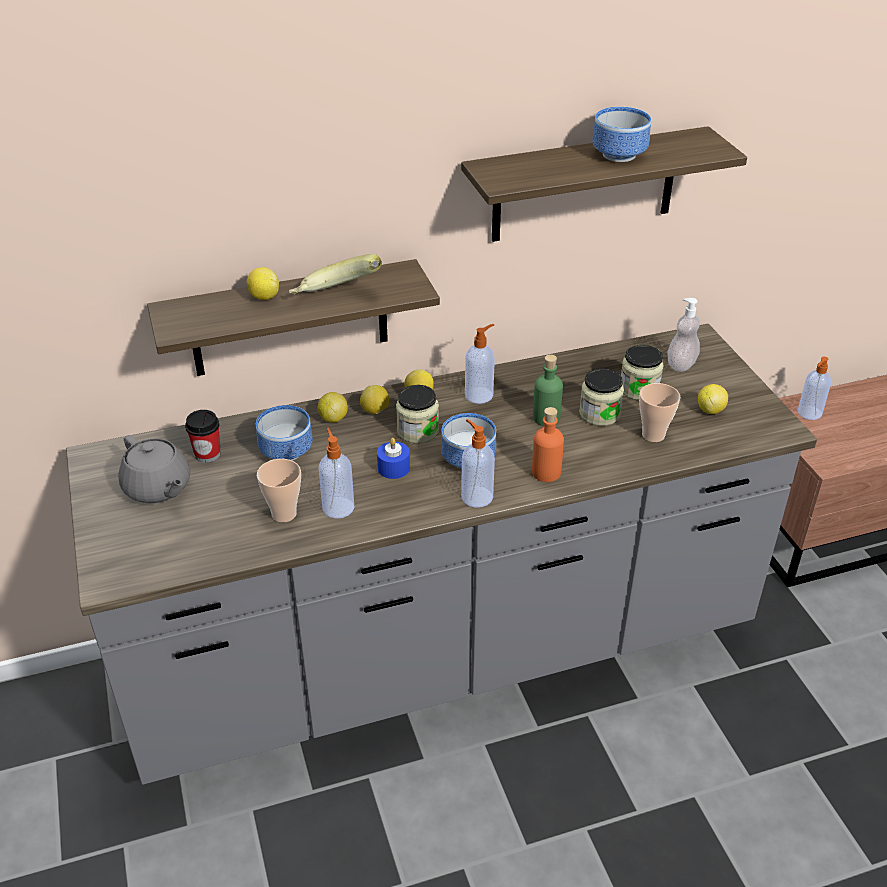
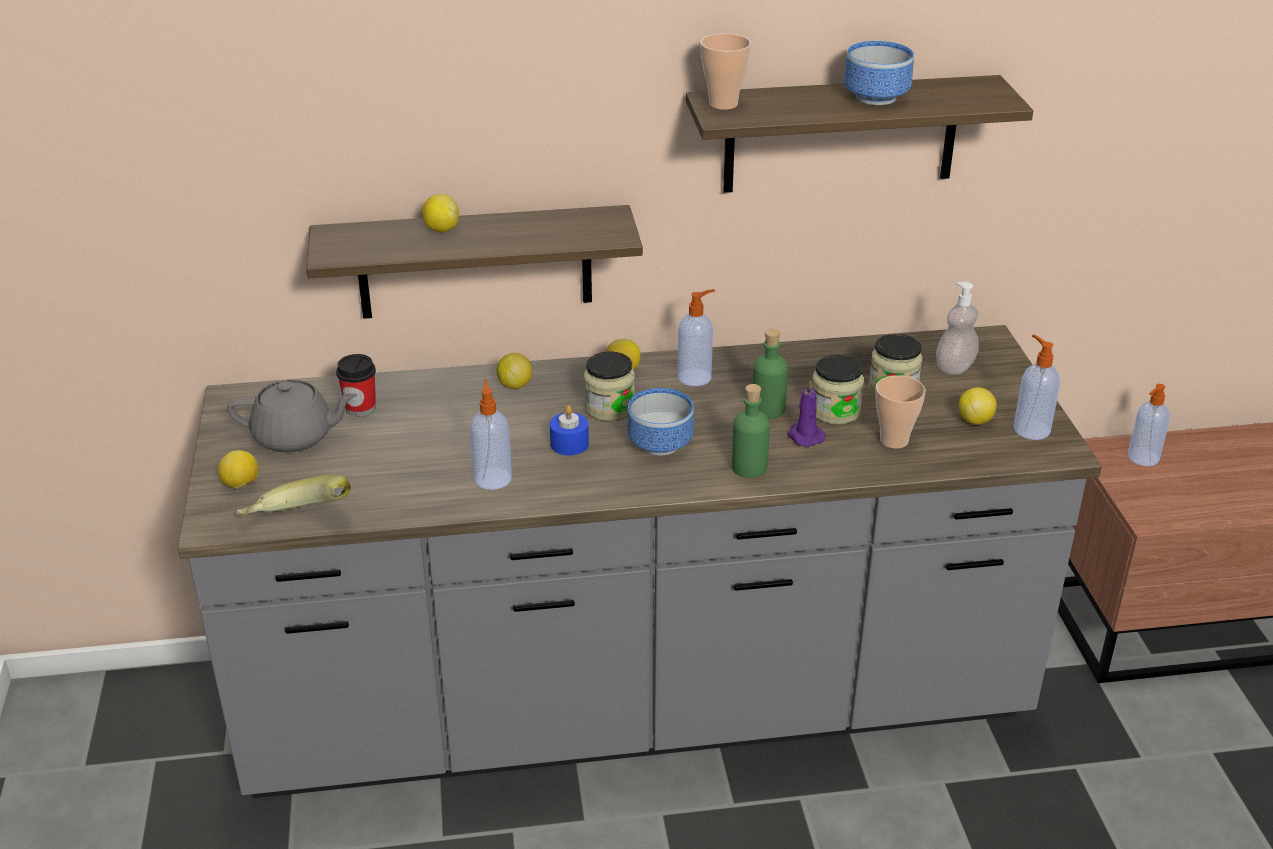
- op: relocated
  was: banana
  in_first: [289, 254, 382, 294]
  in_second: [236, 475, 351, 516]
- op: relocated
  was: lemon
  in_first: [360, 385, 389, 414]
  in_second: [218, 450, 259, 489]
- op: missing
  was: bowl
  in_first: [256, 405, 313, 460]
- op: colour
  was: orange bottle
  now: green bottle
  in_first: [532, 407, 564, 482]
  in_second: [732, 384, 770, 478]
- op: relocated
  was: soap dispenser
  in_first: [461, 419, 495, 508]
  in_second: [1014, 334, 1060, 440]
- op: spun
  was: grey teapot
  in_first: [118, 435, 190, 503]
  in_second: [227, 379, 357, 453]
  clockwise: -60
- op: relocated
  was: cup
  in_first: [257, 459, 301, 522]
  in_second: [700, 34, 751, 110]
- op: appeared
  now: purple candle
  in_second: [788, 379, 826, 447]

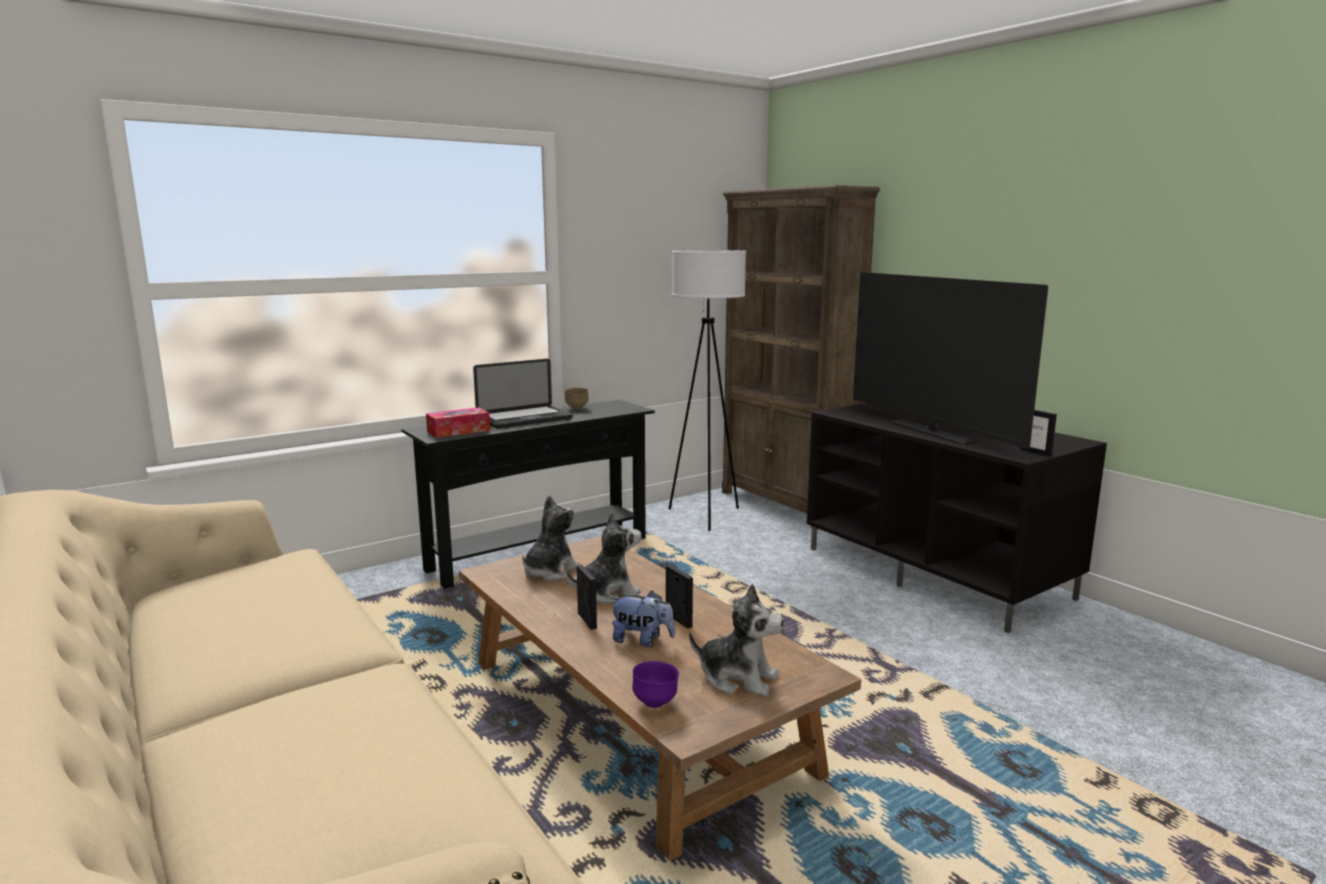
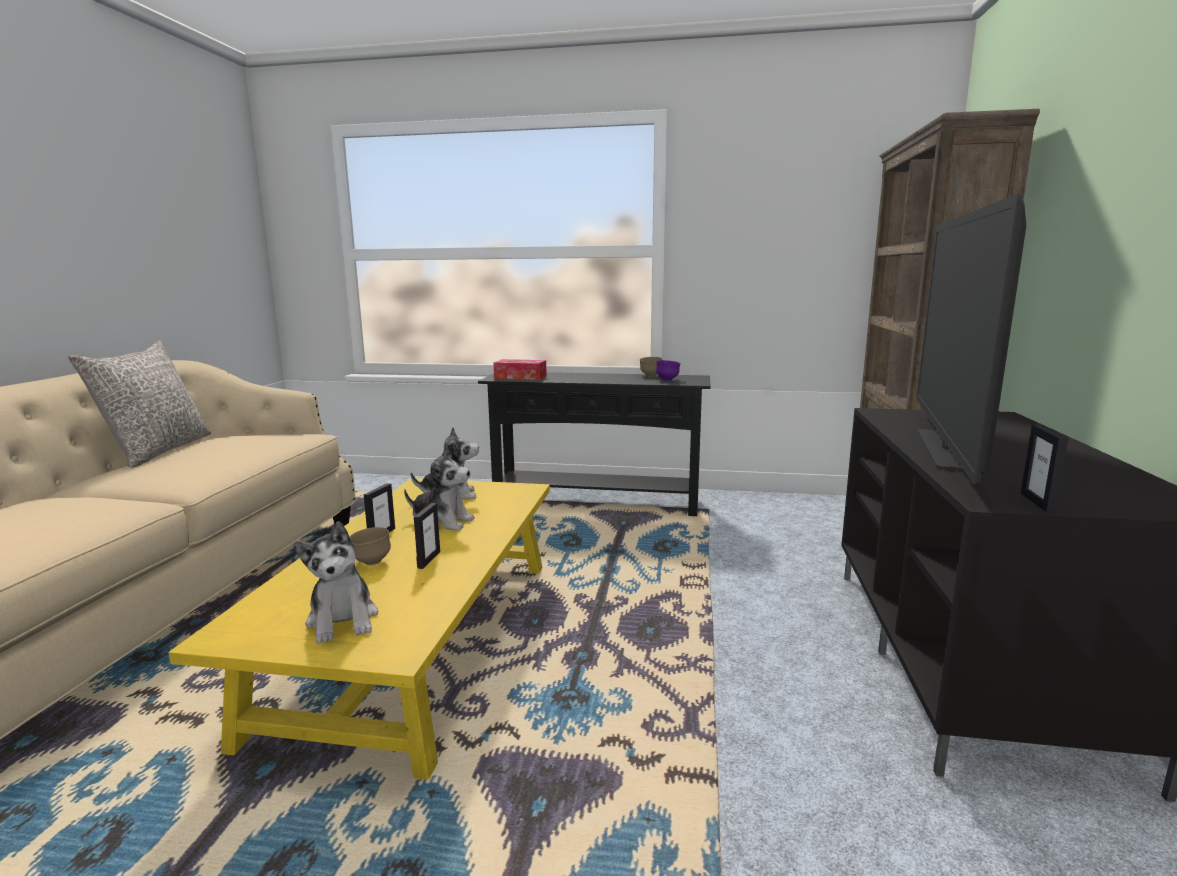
- op: missing
  was: white floor lamp
  in_first: [669, 250, 746, 531]
- op: missing
  was: laptop
  in_first: [473, 359, 573, 429]
- op: colour
  was: brown coffee table
  now: yellow coffee table
  in_first: [459, 536, 861, 860]
  in_second: [169, 478, 550, 780]
- op: exchanged
  was: plush toy
  now: brown bowl
  in_first: [611, 591, 675, 647]
  in_second: [350, 527, 391, 565]
- op: relocated
  was: purple bowl
  in_first: [632, 661, 679, 708]
  in_second: [656, 360, 681, 381]
- op: appeared
  now: grey pillow
  in_second: [68, 341, 211, 468]

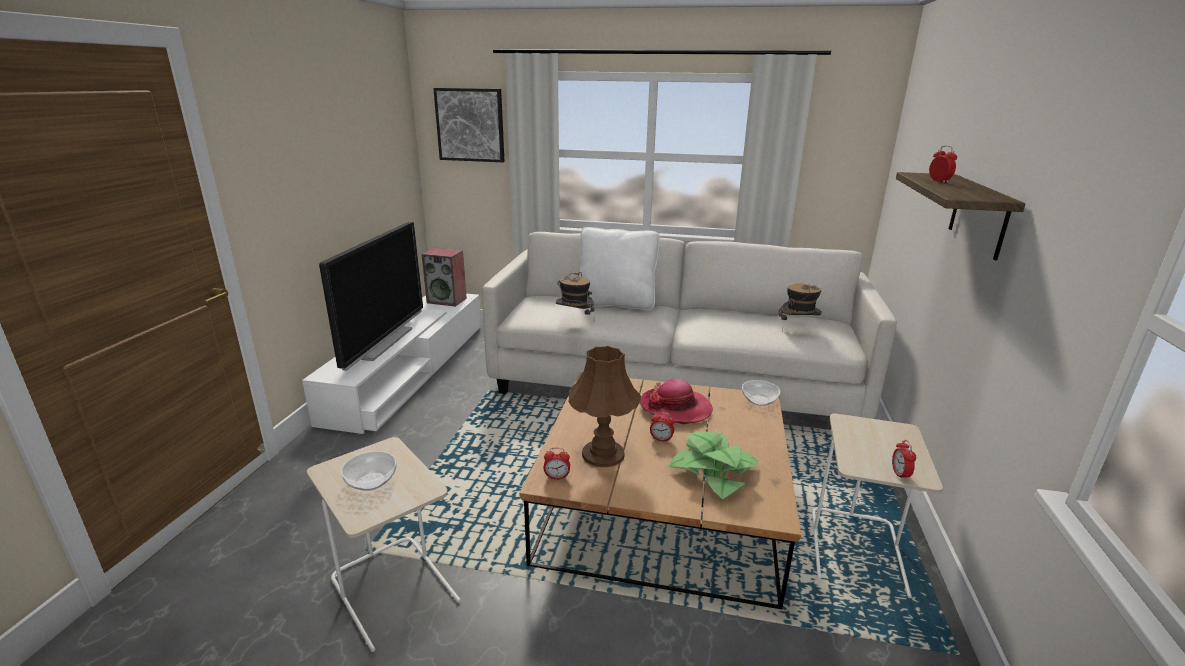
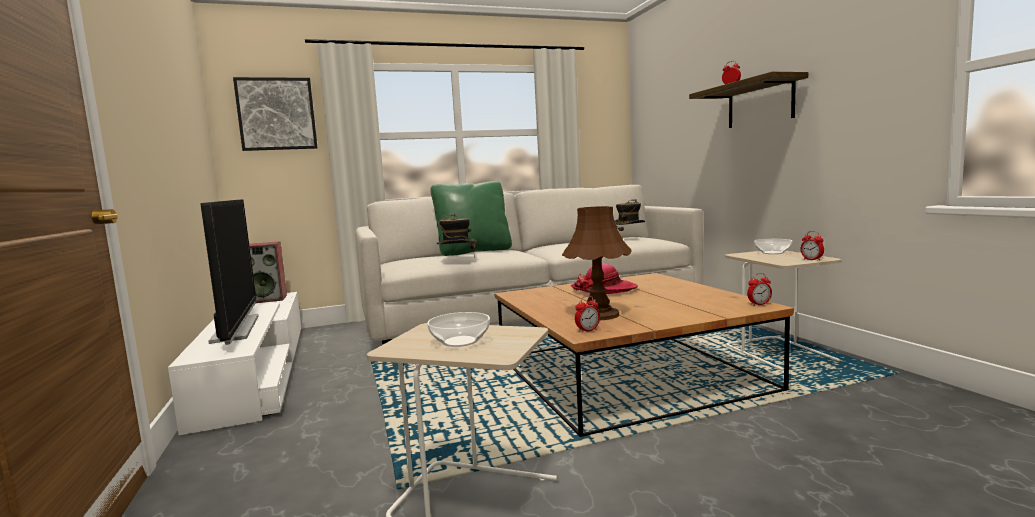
- op: colour
  was: white pillow
  now: green pillow
  in_first: [579, 227, 660, 310]
  in_second: [430, 181, 512, 256]
- op: relocated
  was: bowl
  in_first: [742, 380, 780, 406]
  in_second: [754, 239, 792, 254]
- op: relocated
  was: alarm clock
  in_first: [650, 412, 674, 442]
  in_second: [747, 273, 772, 306]
- op: missing
  was: potted plant
  in_first: [668, 432, 758, 499]

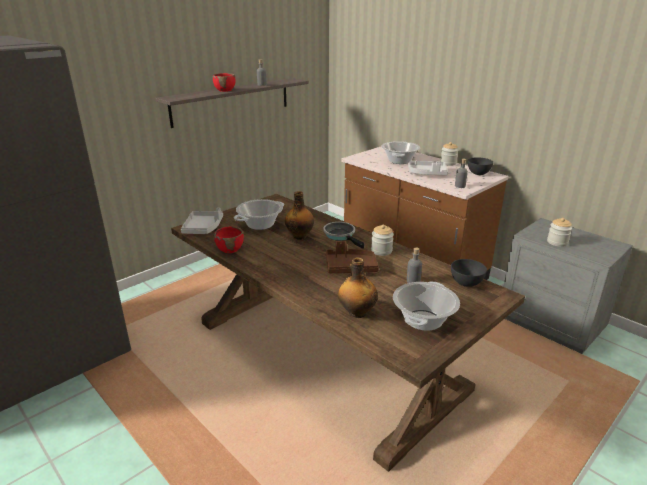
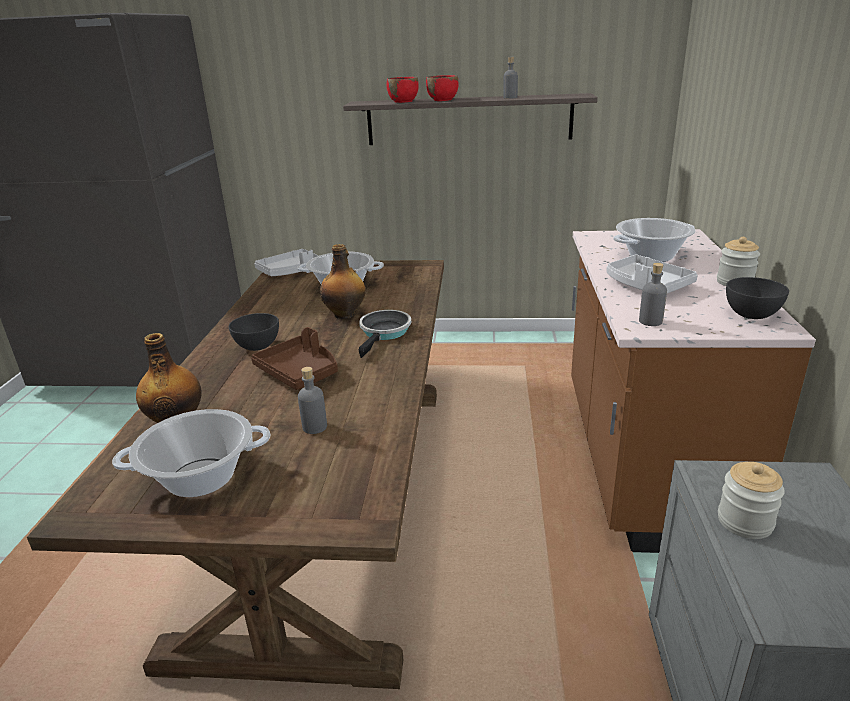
- op: missing
  was: jar
  in_first: [371, 225, 394, 256]
- op: relocated
  was: red bowl
  in_first: [214, 226, 244, 253]
  in_second: [386, 77, 419, 103]
- op: relocated
  was: grey bowl
  in_first: [451, 259, 487, 287]
  in_second: [229, 313, 279, 351]

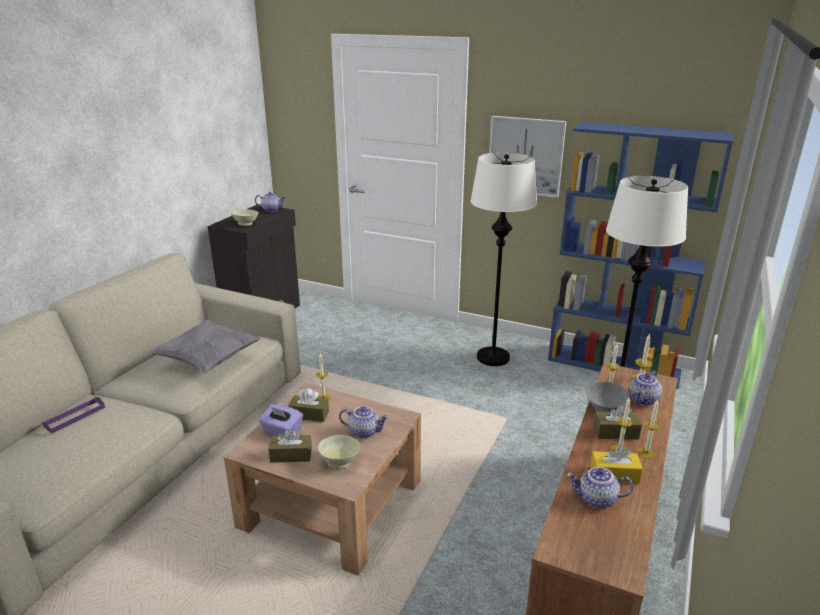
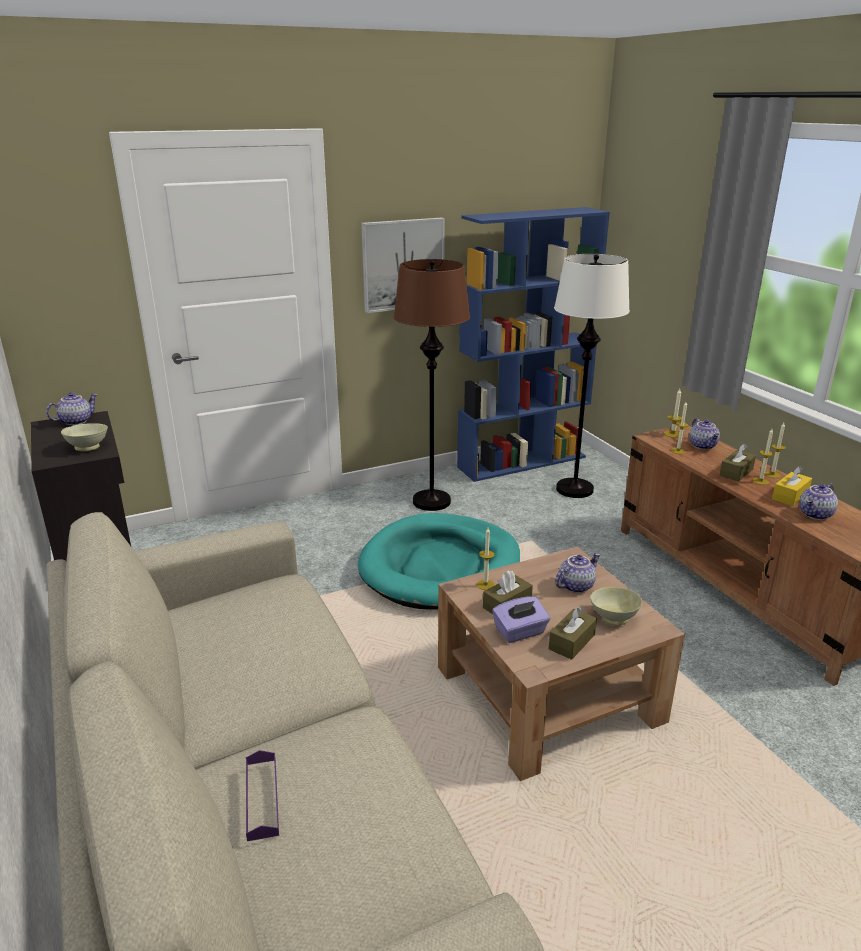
- op: colour
  was: white floor lamp
  now: brown floor lamp
  in_first: [470, 152, 537, 366]
  in_second: [393, 259, 470, 511]
- op: missing
  was: grey pillow
  in_first: [150, 320, 261, 373]
- op: missing
  was: grey bowl
  in_first: [586, 381, 629, 412]
- op: appeared
  now: turquoise dog bed
  in_second: [358, 513, 520, 610]

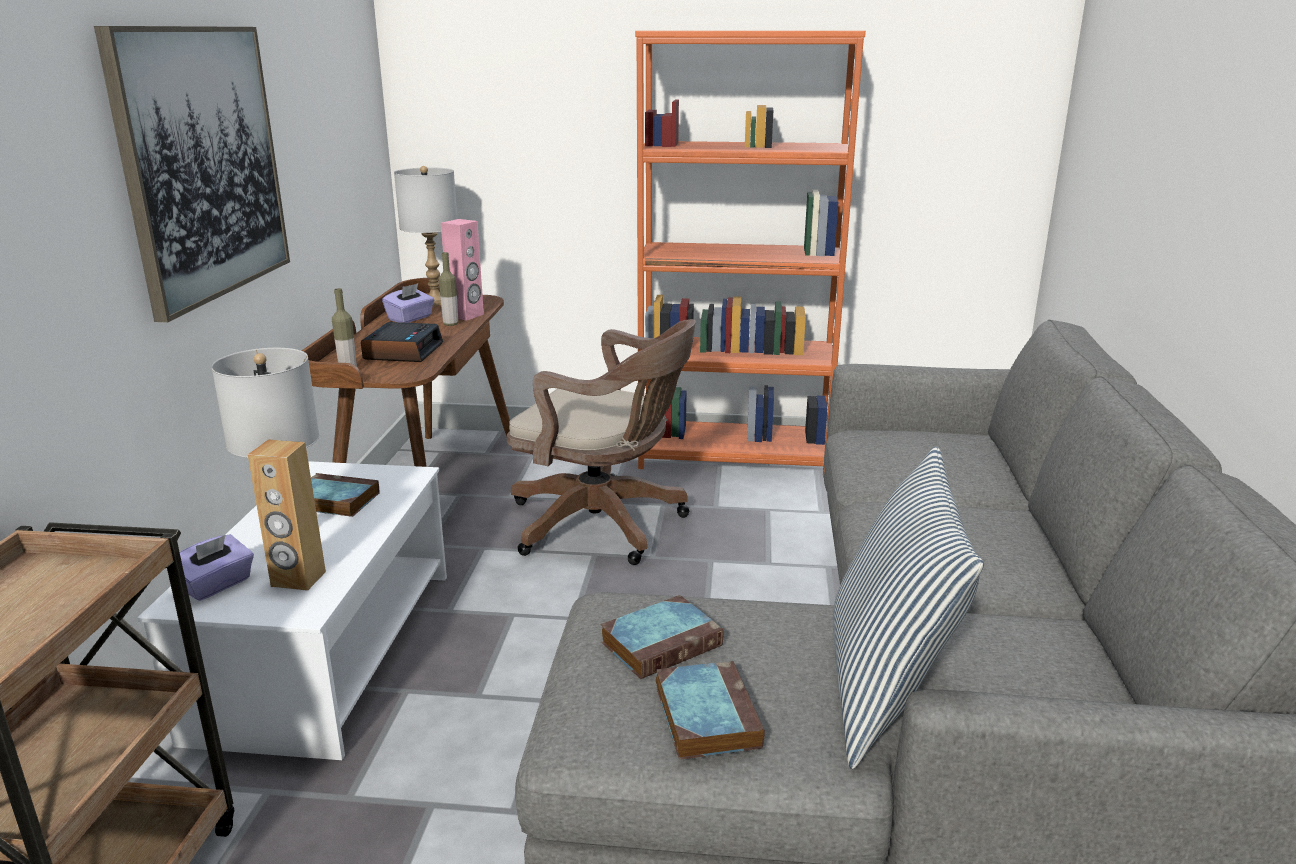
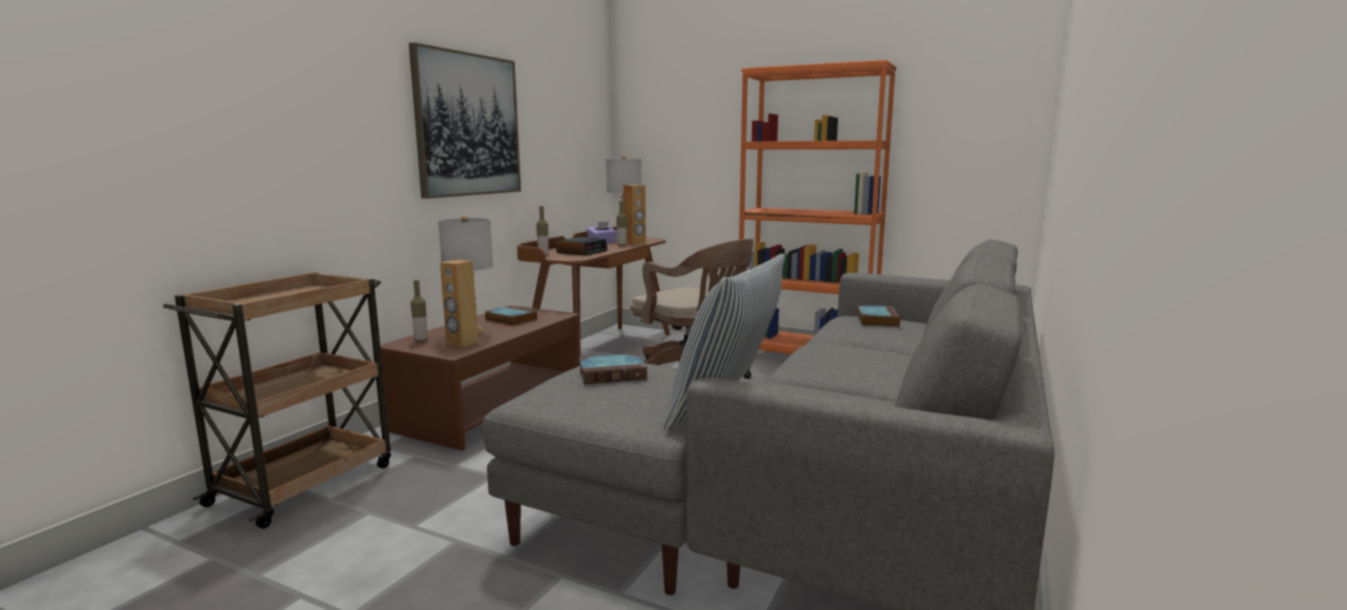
- op: colour
  was: pink speaker
  now: brown speaker
  in_first: [441, 219, 484, 321]
  in_second: [624, 185, 646, 245]
- op: colour
  was: white coffee table
  now: brown coffee table
  in_first: [137, 461, 447, 760]
  in_second: [380, 305, 580, 451]
- op: exchanged
  was: purple tissue box
  now: bottle
  in_first: [180, 534, 254, 601]
  in_second: [411, 280, 428, 342]
- op: relocated
  was: book
  in_first: [656, 661, 765, 760]
  in_second: [857, 305, 900, 327]

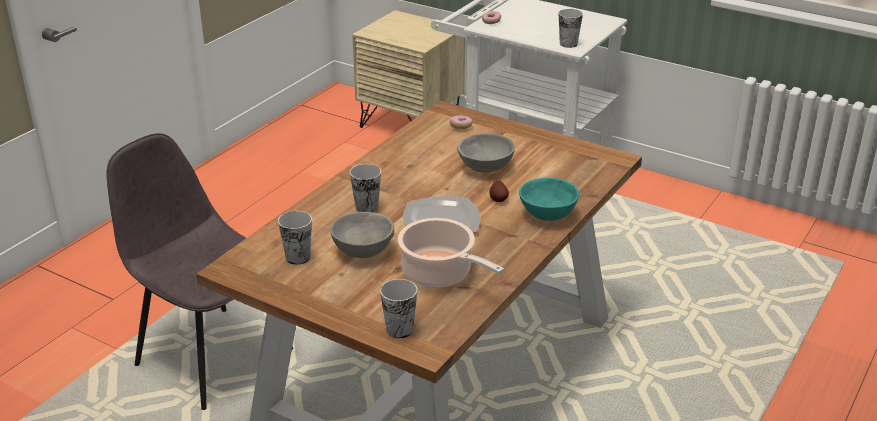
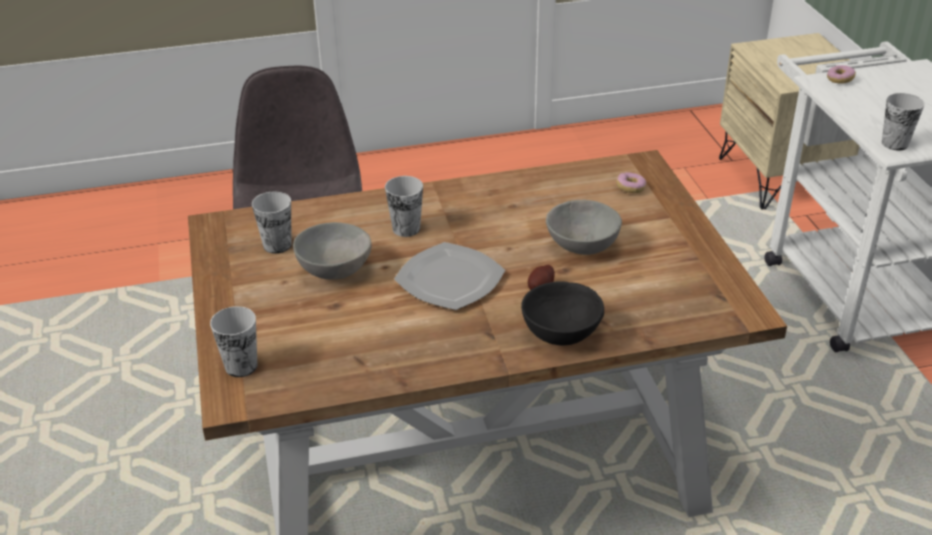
- op: colour
  was: turquoise bowl
  now: black bowl
  in_first: [519, 177, 579, 221]
  in_second: [521, 281, 604, 345]
- op: missing
  was: cooking pot
  in_first: [398, 218, 504, 288]

